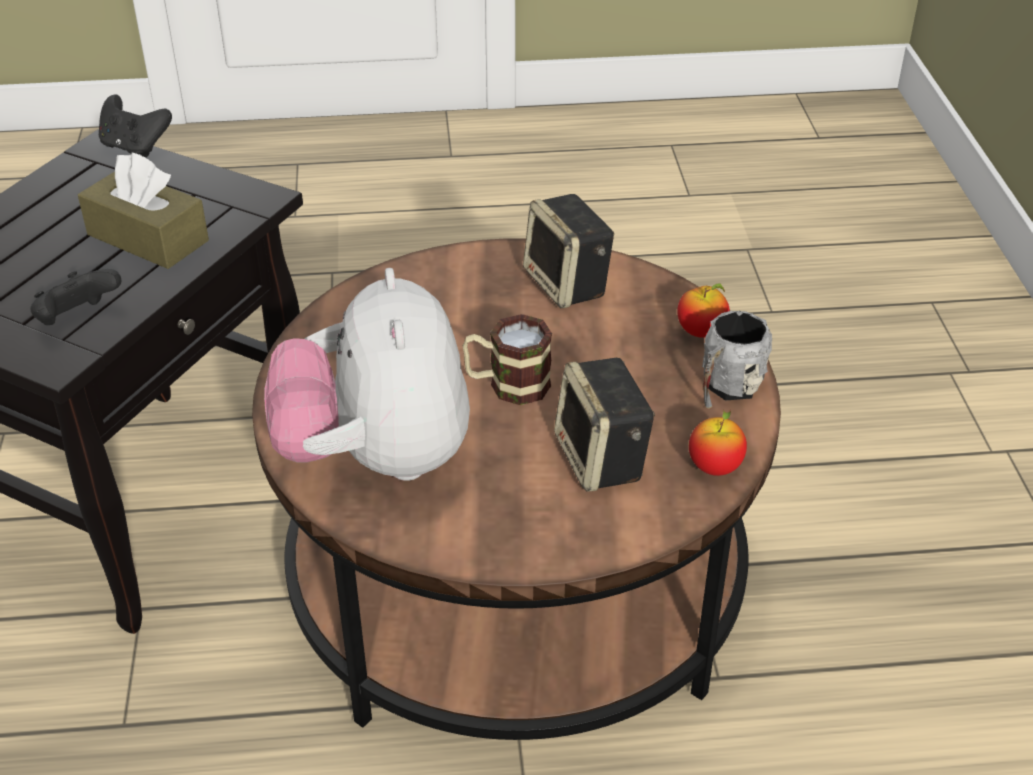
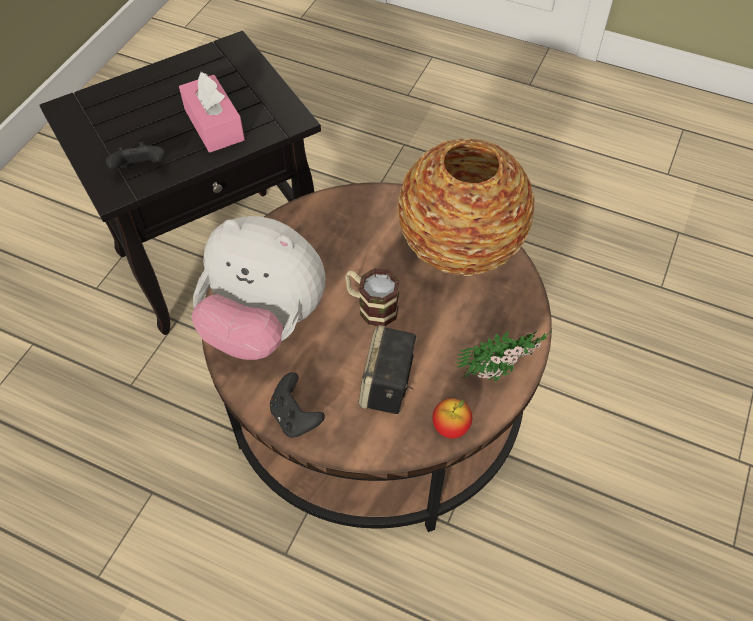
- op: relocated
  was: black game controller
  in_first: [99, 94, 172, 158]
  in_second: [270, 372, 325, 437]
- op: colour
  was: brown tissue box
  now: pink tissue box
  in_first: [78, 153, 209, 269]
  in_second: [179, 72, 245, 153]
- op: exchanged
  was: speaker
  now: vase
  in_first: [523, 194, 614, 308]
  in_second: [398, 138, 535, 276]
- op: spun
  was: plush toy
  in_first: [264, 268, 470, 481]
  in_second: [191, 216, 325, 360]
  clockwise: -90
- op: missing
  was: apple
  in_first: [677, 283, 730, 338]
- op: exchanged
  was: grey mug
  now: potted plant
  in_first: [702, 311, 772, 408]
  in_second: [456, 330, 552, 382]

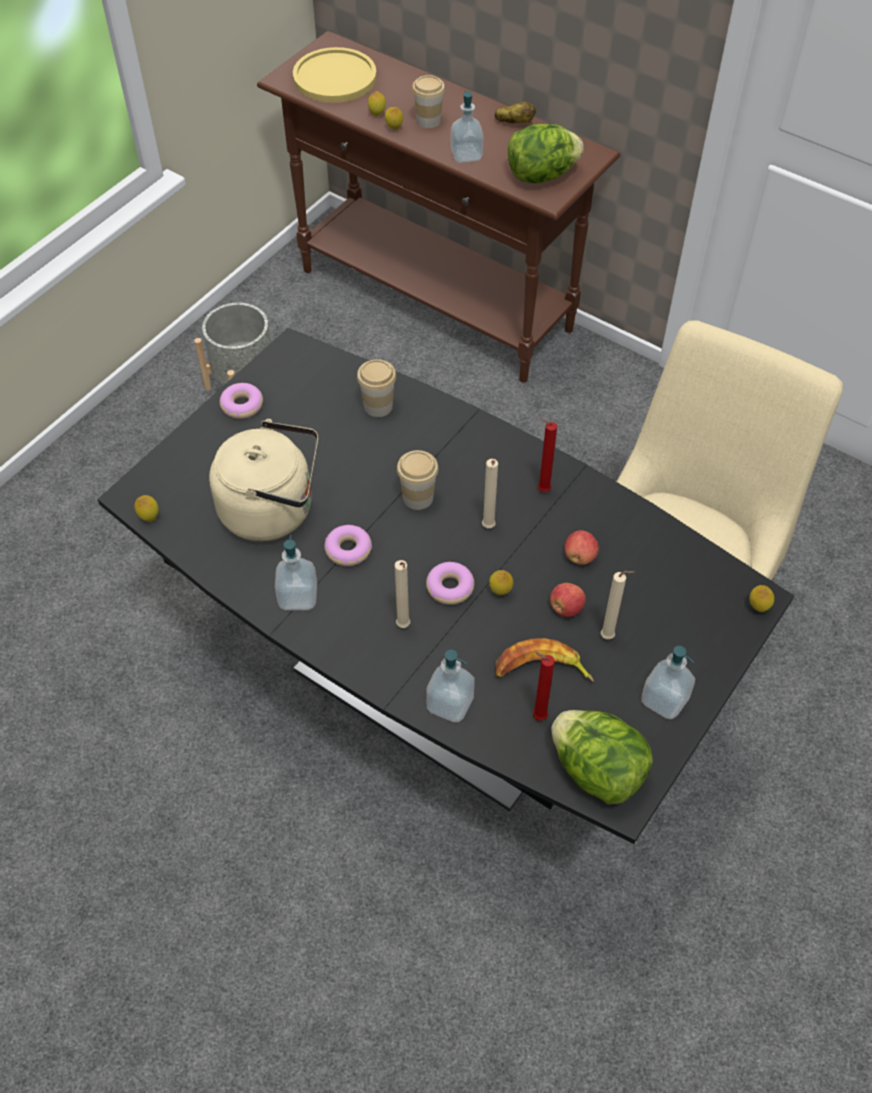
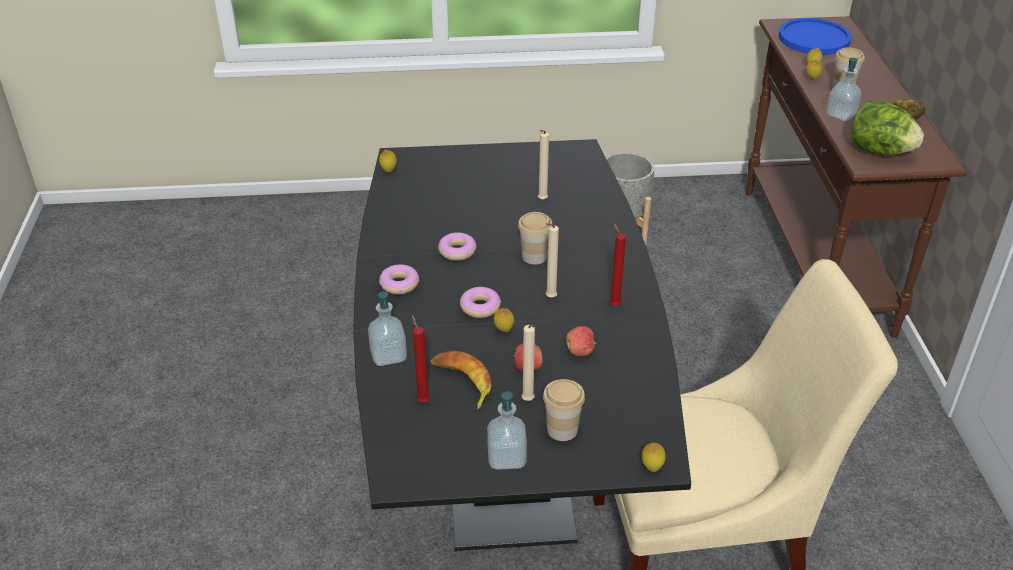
- op: colour
  was: yellow plate
  now: blue plate
  in_first: [293, 47, 377, 103]
  in_second: [779, 18, 851, 55]
- op: relocated
  was: cup
  in_first: [357, 359, 396, 417]
  in_second: [543, 379, 585, 441]
- op: relocated
  was: donut
  in_first: [220, 383, 263, 419]
  in_second: [379, 265, 420, 295]
- op: missing
  was: beige kettle
  in_first: [209, 419, 318, 541]
- op: missing
  was: soap dispenser
  in_first: [275, 534, 317, 610]
- op: relocated
  was: beige candle
  in_first: [395, 560, 410, 628]
  in_second: [538, 130, 549, 200]
- op: missing
  was: lettuce
  in_first: [551, 710, 653, 804]

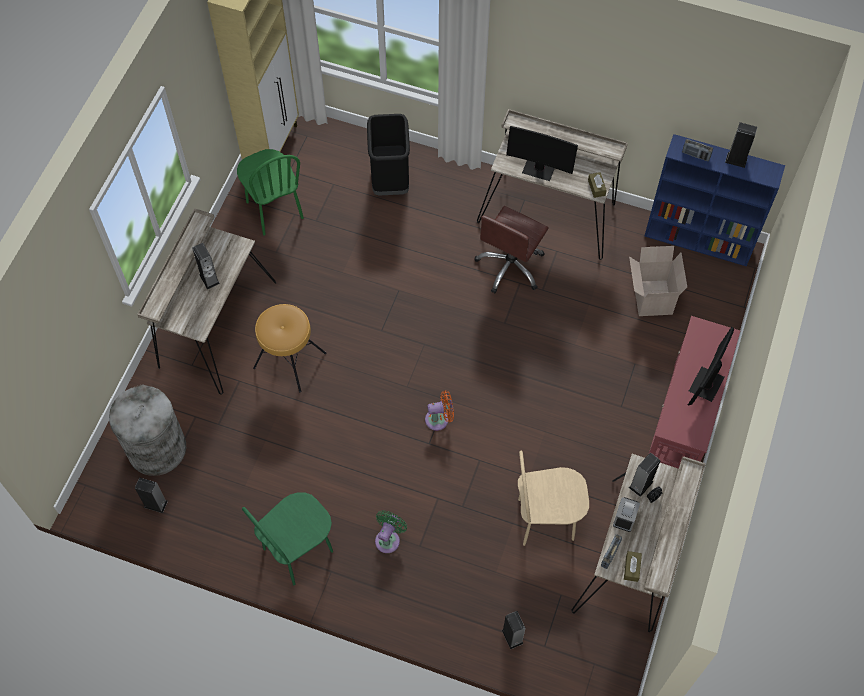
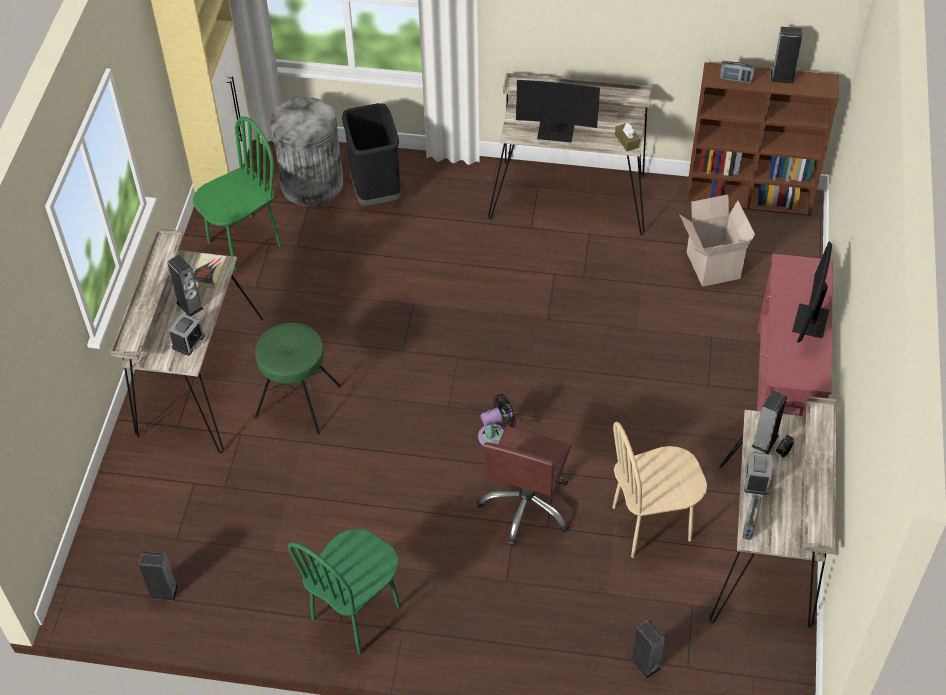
- op: colour
  was: blue bookcase
  now: brown bookcase
  in_first: [644, 134, 785, 267]
  in_second: [686, 62, 839, 216]
- op: spun
  was: green chair
  in_first: [237, 149, 304, 236]
  in_second: [193, 117, 281, 271]
  clockwise: -90
- op: relocated
  was: brown office chair
  in_first: [474, 206, 549, 293]
  in_second: [476, 426, 571, 546]
- op: colour
  was: brown stool
  now: green stool
  in_first: [253, 304, 326, 392]
  in_second: [255, 323, 341, 434]
- op: relocated
  was: grey trash can
  in_first: [109, 384, 186, 476]
  in_second: [270, 97, 343, 207]
- op: colour
  was: orange fan
  now: black fan
  in_first: [425, 390, 454, 431]
  in_second: [478, 394, 516, 445]
- op: missing
  was: green fan
  in_first: [375, 511, 407, 553]
- op: missing
  was: brown tissue box
  in_first: [624, 551, 642, 582]
- op: appeared
  now: book
  in_second: [194, 253, 227, 288]
- op: appeared
  now: alarm clock
  in_second: [168, 313, 205, 356]

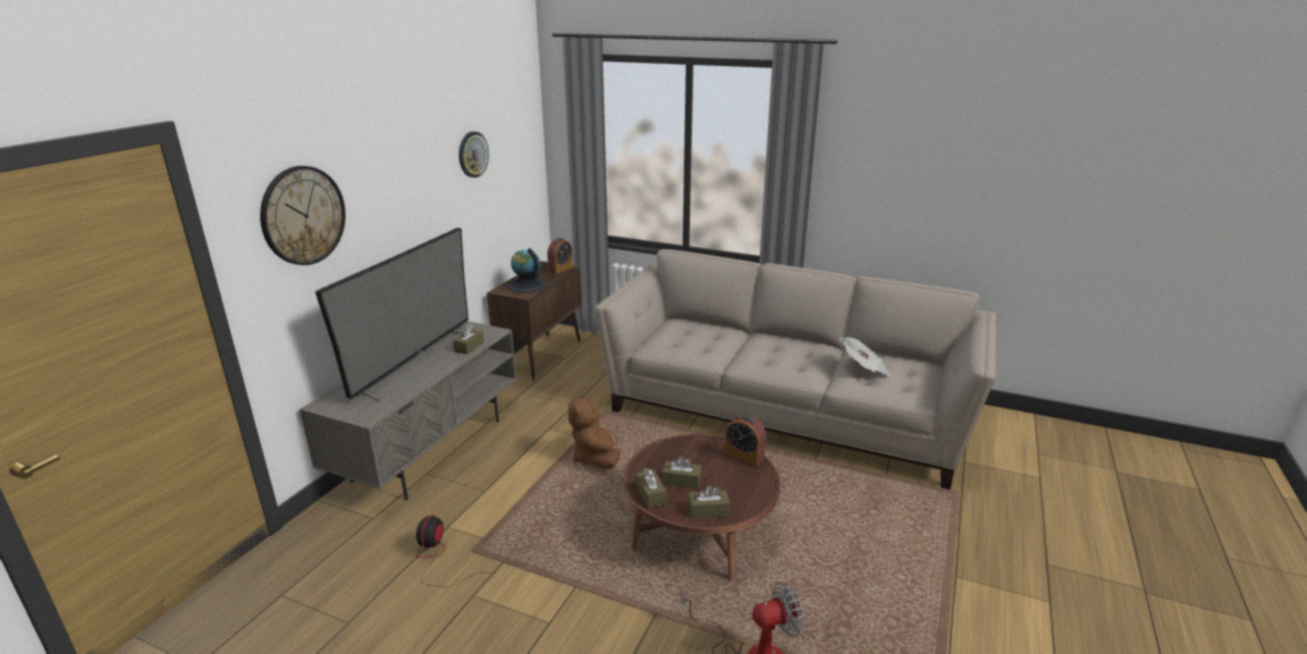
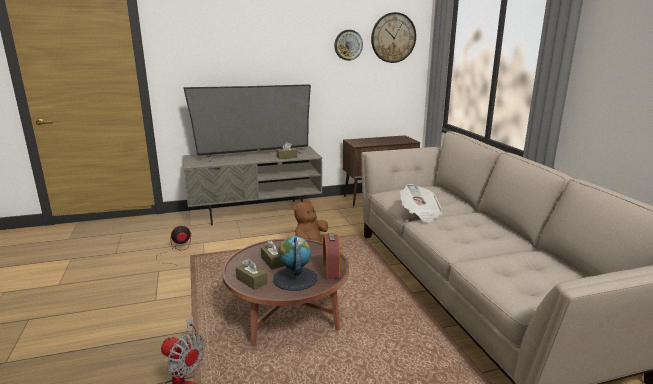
- op: relocated
  was: wall clock
  in_first: [260, 166, 346, 265]
  in_second: [371, 12, 416, 63]
- op: missing
  was: alarm clock
  in_first: [547, 238, 573, 274]
- op: relocated
  was: globe
  in_first: [508, 248, 545, 293]
  in_second: [273, 236, 317, 291]
- op: relocated
  was: newspaper
  in_first: [840, 337, 891, 376]
  in_second: [400, 184, 443, 223]
- op: missing
  was: brown tissue box
  in_first: [636, 469, 667, 508]

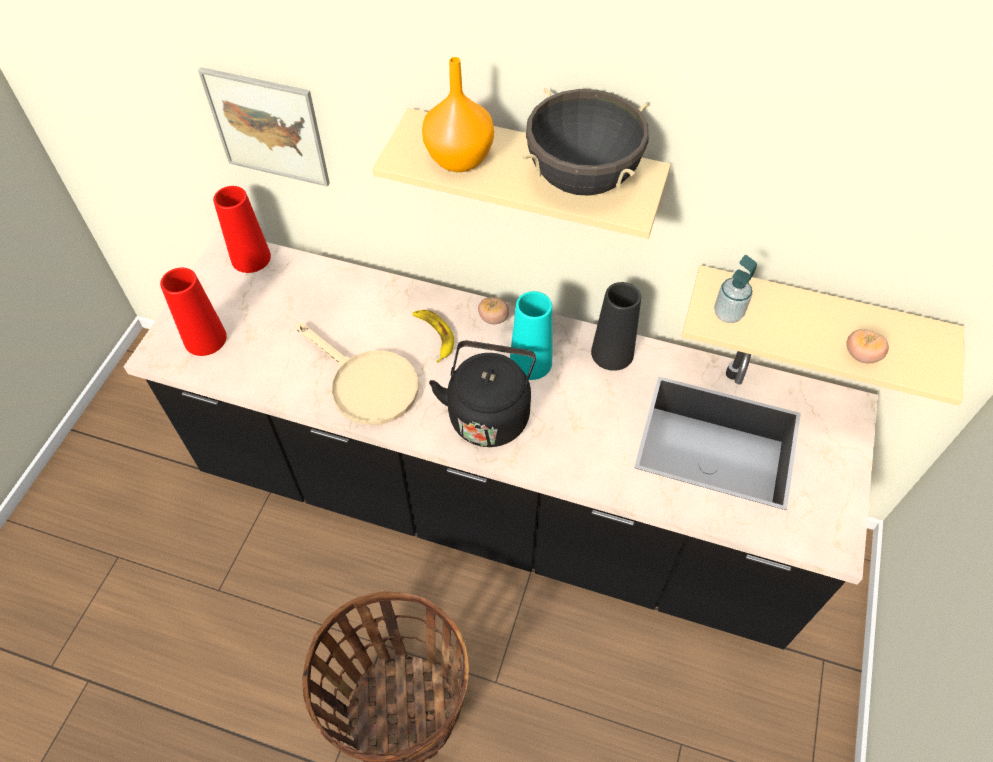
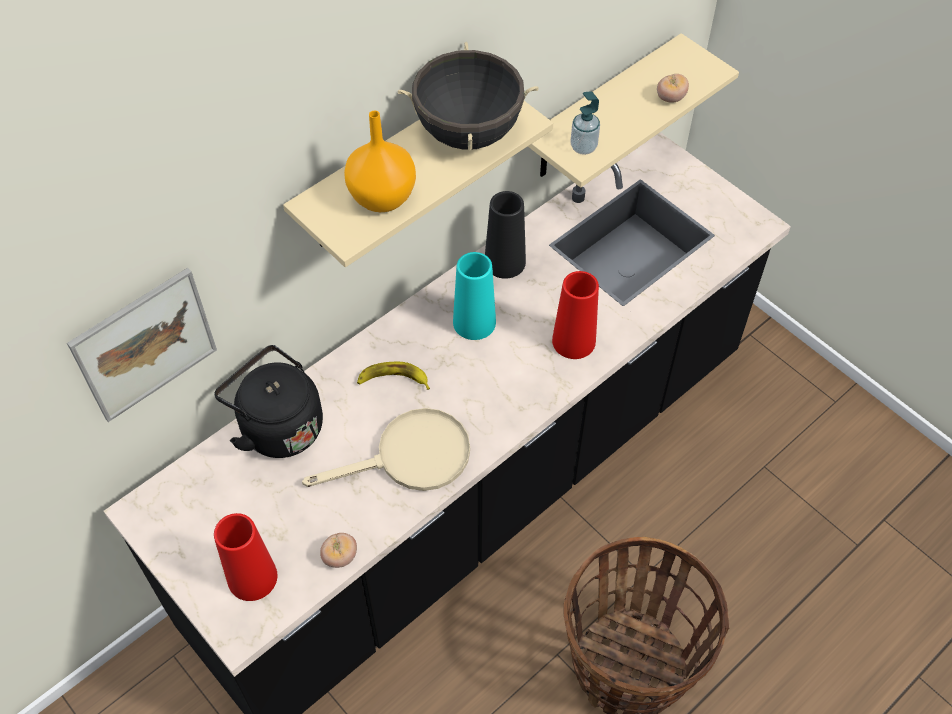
- op: relocated
  was: red vase
  in_first: [213, 186, 271, 273]
  in_second: [552, 271, 599, 359]
- op: relocated
  was: tomato
  in_first: [478, 297, 509, 324]
  in_second: [320, 533, 357, 568]
- op: relocated
  was: black kettle
  in_first: [429, 341, 536, 447]
  in_second: [214, 345, 323, 458]

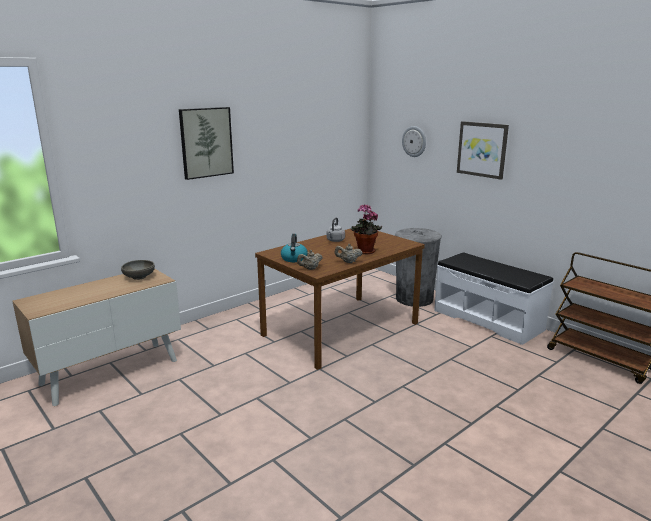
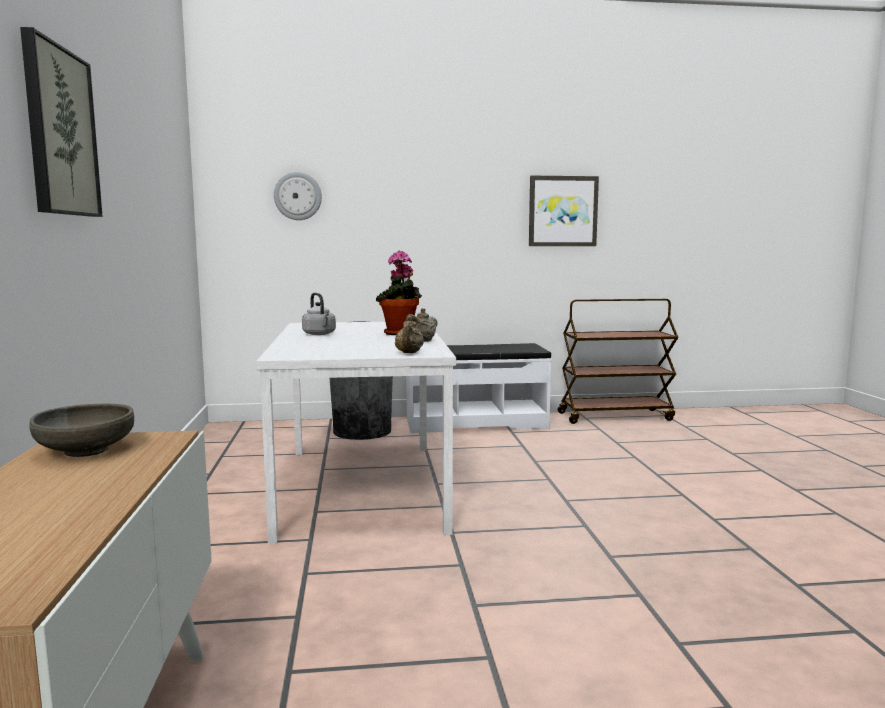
- op: relocated
  was: picture
  in_first: [457, 121, 509, 180]
  in_second: [529, 175, 599, 246]
- op: colour
  was: brown dining table
  now: white dining table
  in_first: [255, 229, 425, 370]
  in_second: [256, 322, 456, 544]
- op: missing
  was: kettle
  in_first: [281, 234, 308, 262]

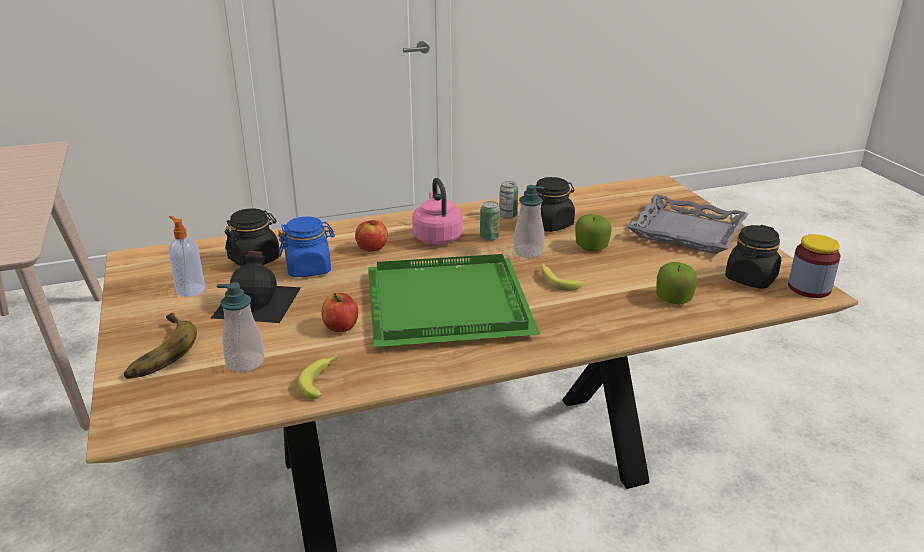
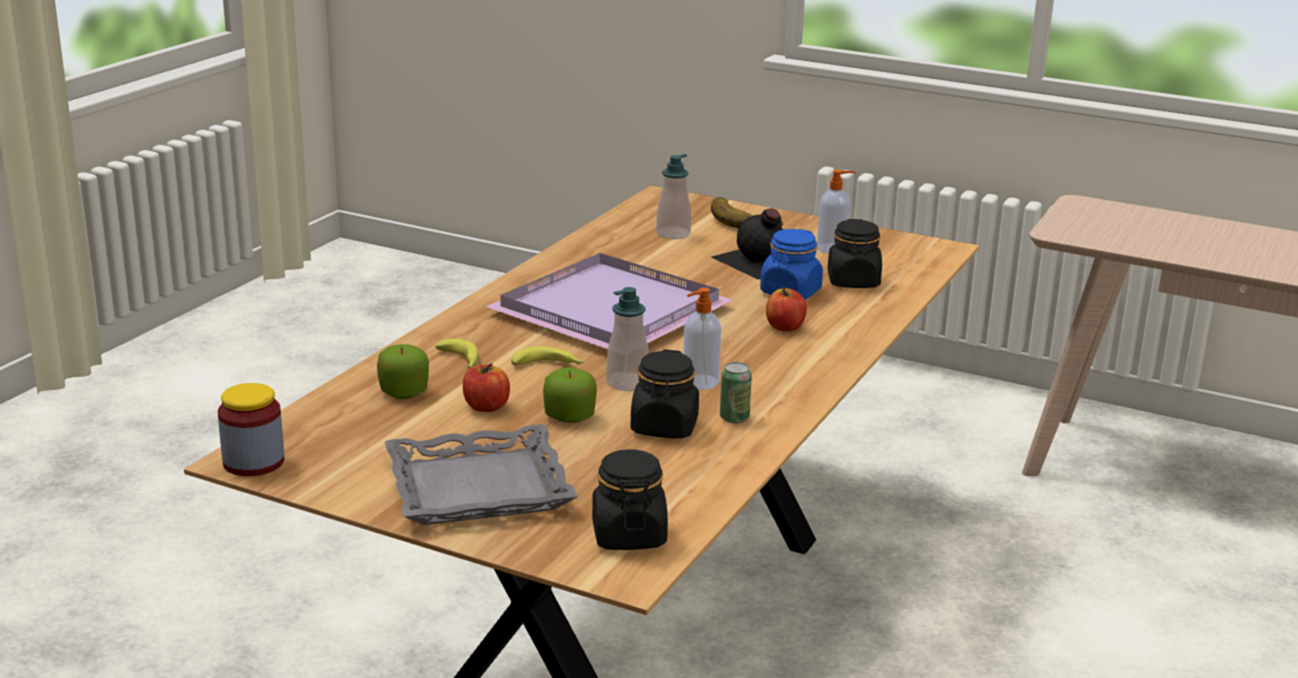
- op: missing
  was: pink kettle
  in_first: [412, 178, 463, 245]
- op: exchanged
  was: can
  now: soap dispenser
  in_first: [480, 201, 500, 241]
  in_second: [683, 288, 721, 390]
- op: relocated
  was: black jar
  in_first: [725, 225, 781, 289]
  in_second: [592, 449, 668, 550]
- op: colour
  was: green tray
  now: purple tray
  in_first: [368, 254, 540, 347]
  in_second: [485, 253, 733, 350]
- op: relocated
  was: apple
  in_first: [321, 293, 358, 332]
  in_second: [463, 363, 510, 412]
- op: relocated
  was: banana
  in_first: [297, 355, 338, 399]
  in_second: [435, 339, 479, 369]

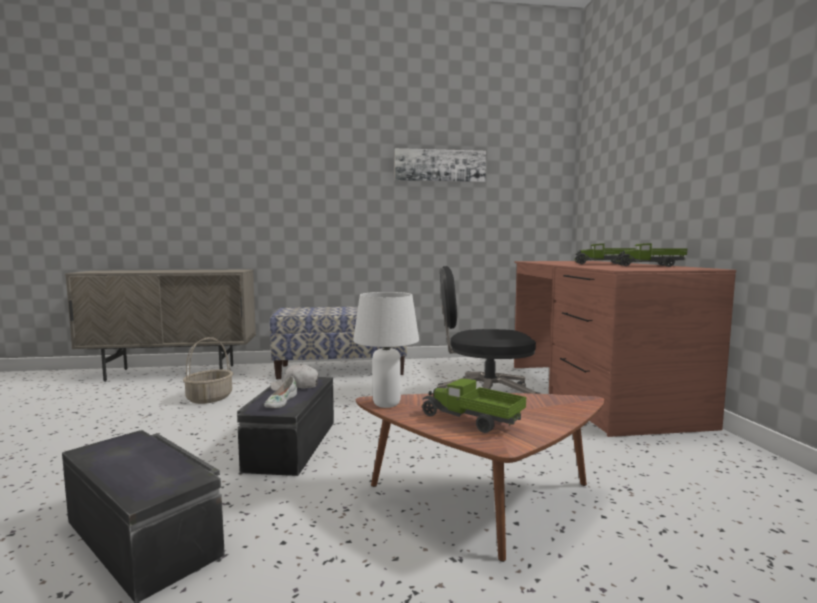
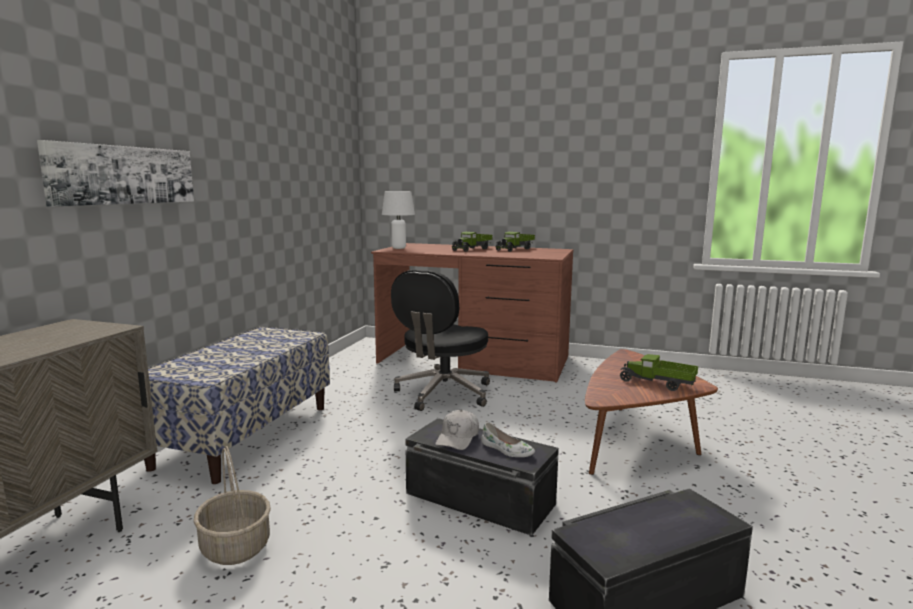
- op: relocated
  was: picture
  in_first: [395, 148, 486, 182]
  in_second: [37, 140, 194, 207]
- op: relocated
  was: white table lamp
  in_first: [353, 292, 419, 408]
  in_second: [382, 191, 415, 249]
- op: spun
  was: toy truck
  in_first: [422, 379, 526, 433]
  in_second: [620, 354, 698, 391]
  clockwise: 60

